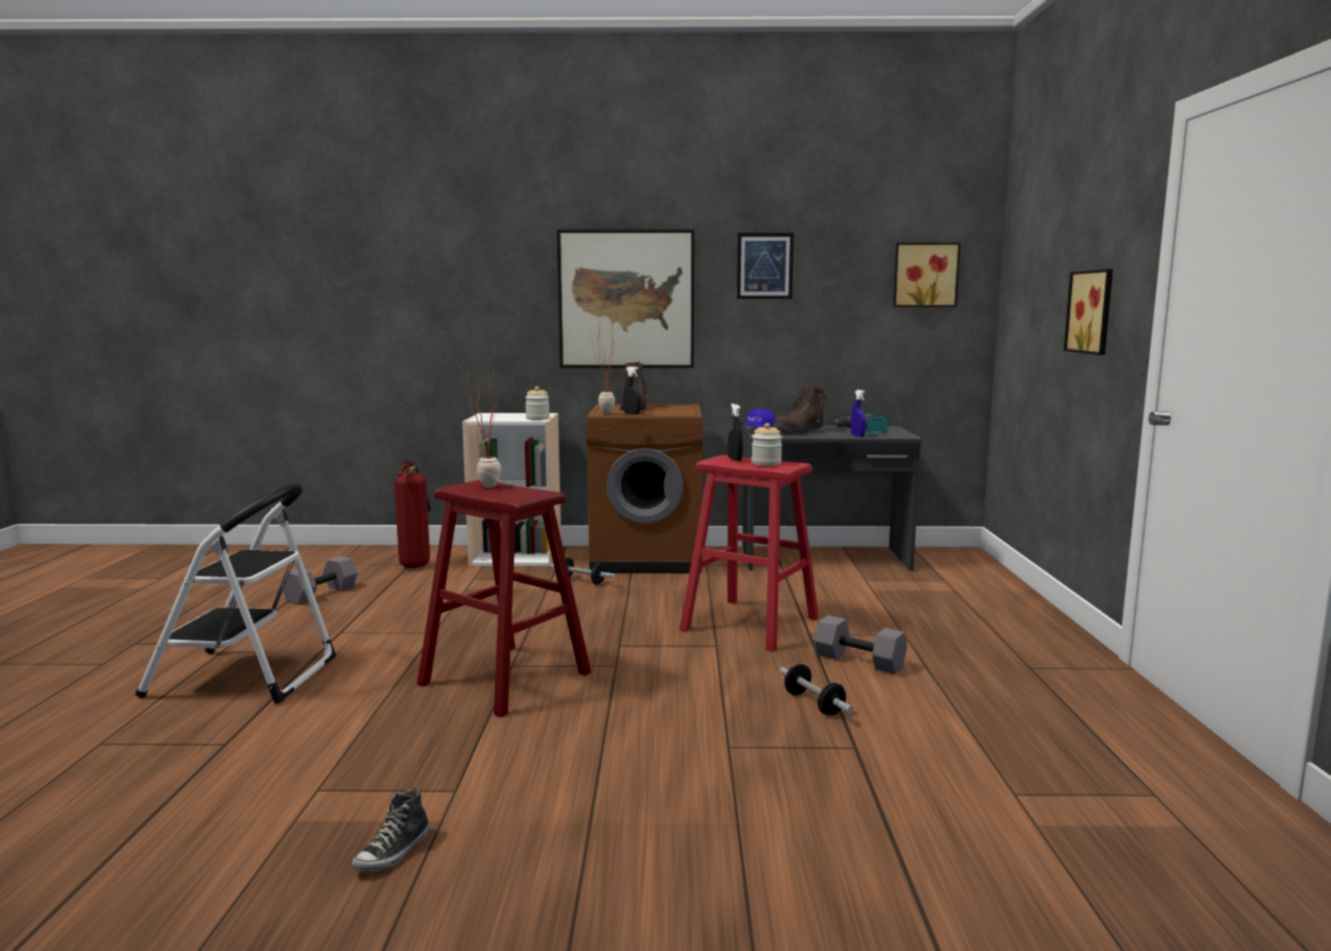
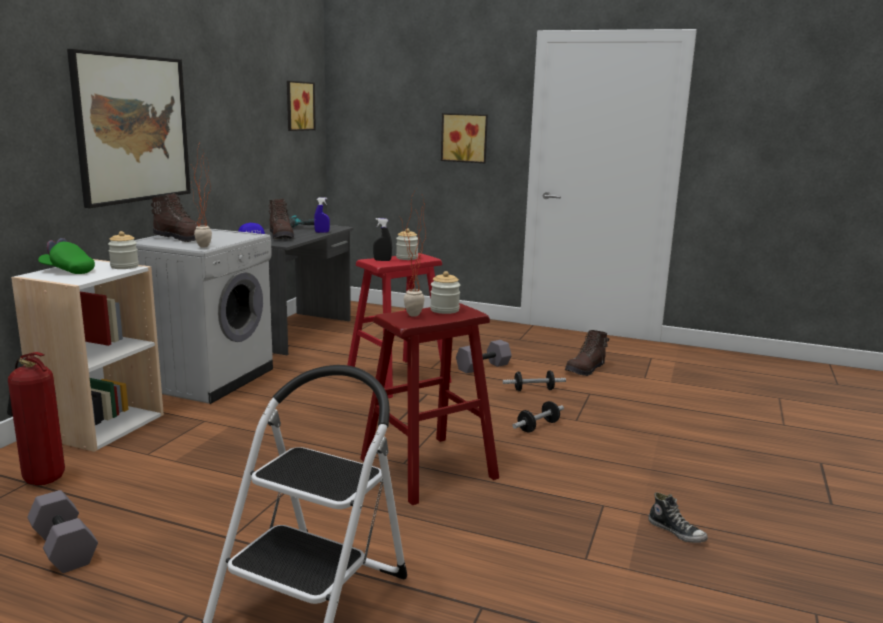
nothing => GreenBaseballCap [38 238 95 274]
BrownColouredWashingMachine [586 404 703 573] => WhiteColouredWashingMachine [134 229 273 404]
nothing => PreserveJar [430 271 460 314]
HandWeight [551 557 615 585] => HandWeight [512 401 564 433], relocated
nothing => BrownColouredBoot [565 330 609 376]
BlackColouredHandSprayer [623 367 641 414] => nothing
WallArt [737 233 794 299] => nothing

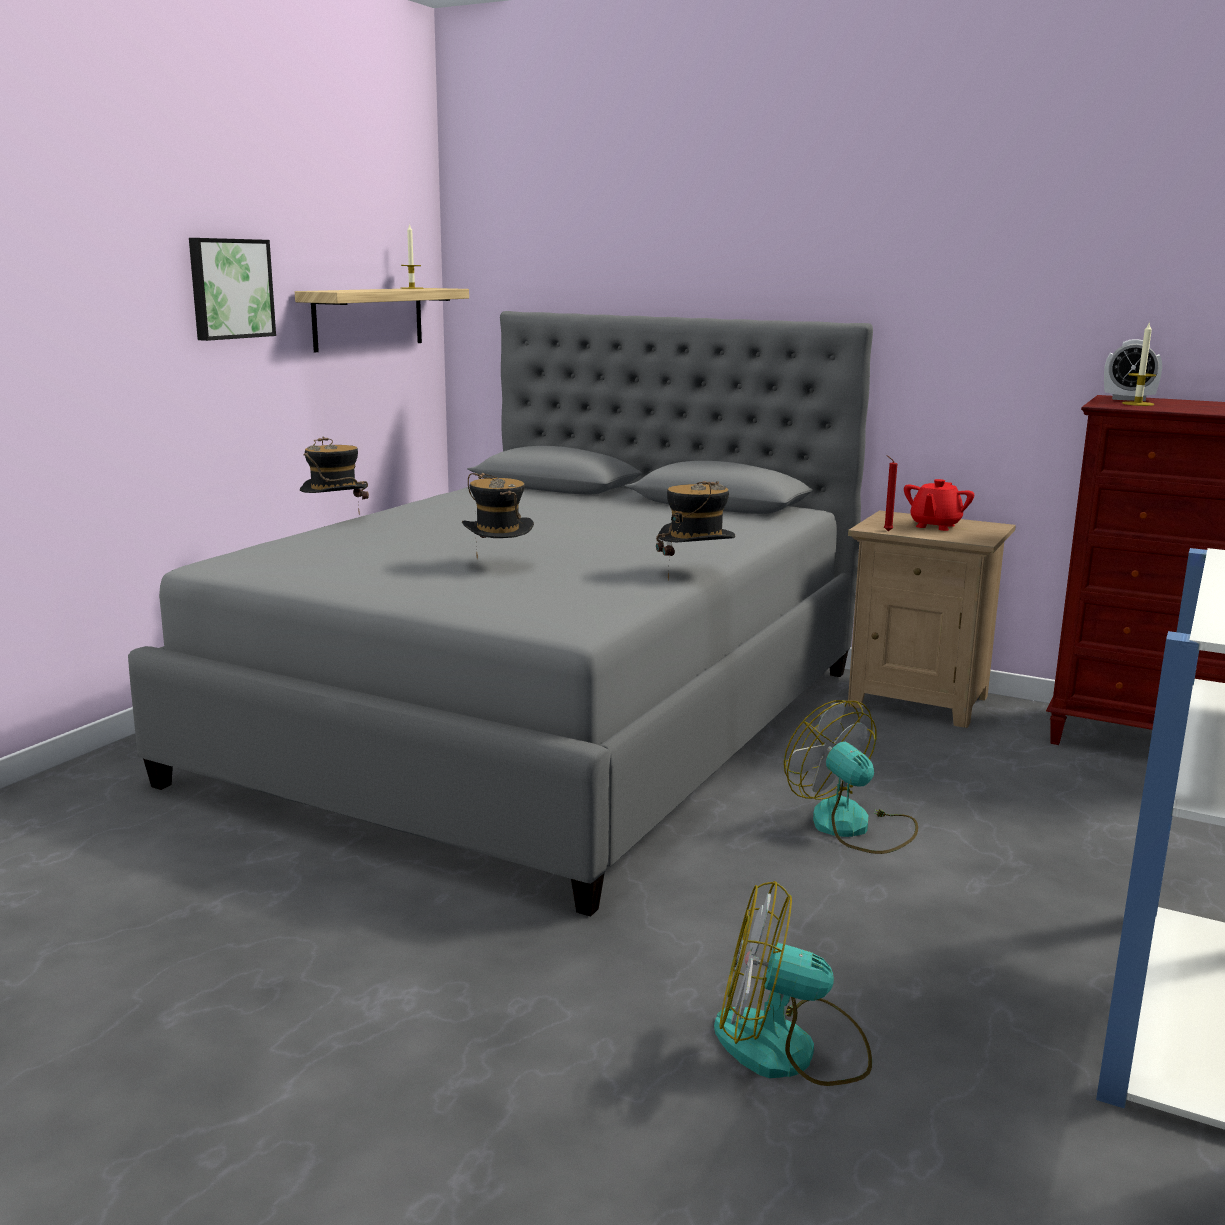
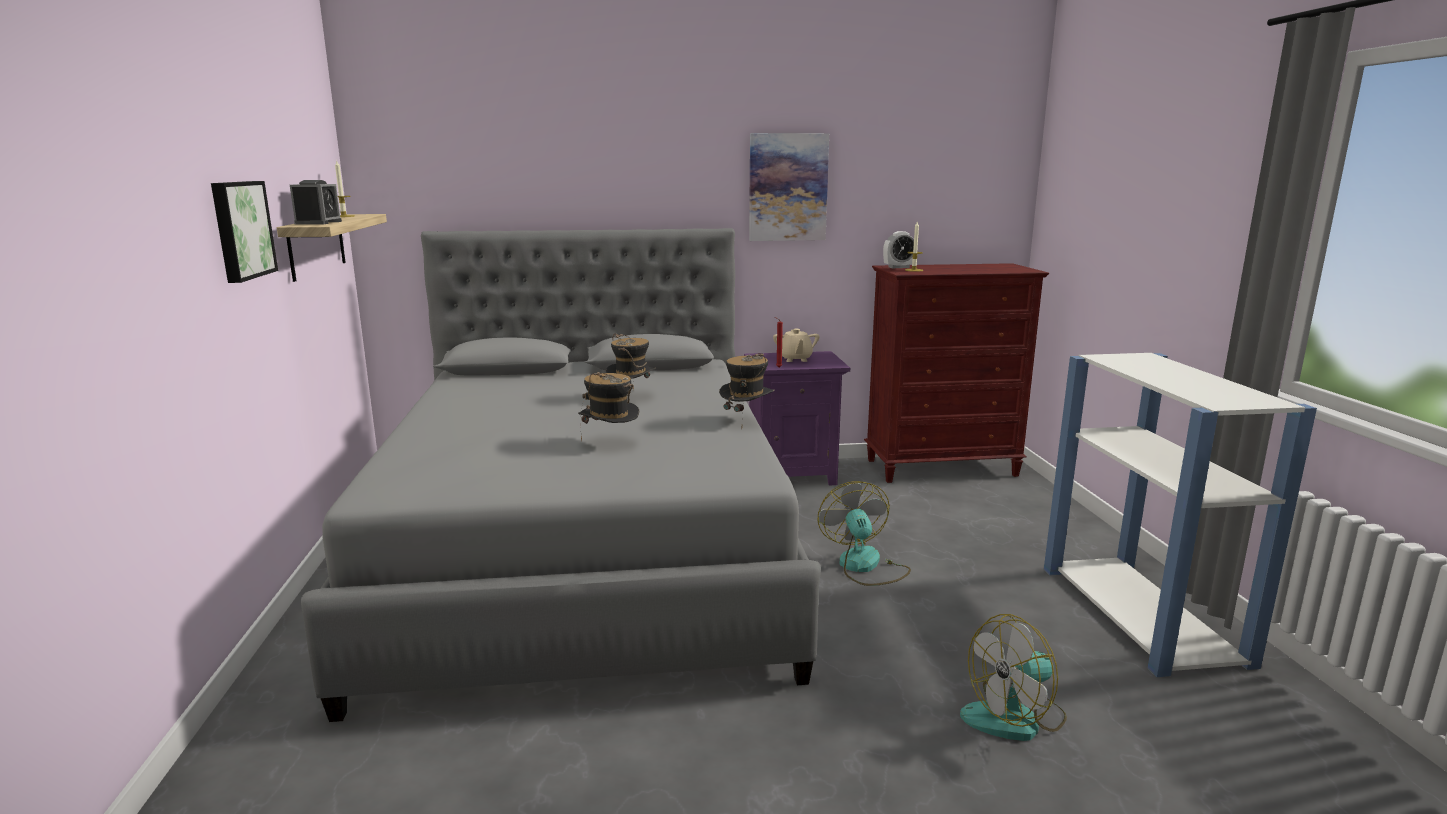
nothing => TableClock [290 180 342 225]
WearableHat [300 436 369 512] => WearableHat [606 333 656 389], relocated
BeigeNightTable [848 510 1016 728] => PurpleNightTable [744 351 850 485]
nothing => WallArt [749 133 829 241]
RedTeapot [904 479 974 531] => BeigeTeapot [773 329 820 362]
Fan [784 700 918 854] => Fan [818 481 911 586], 60 degrees clockwise

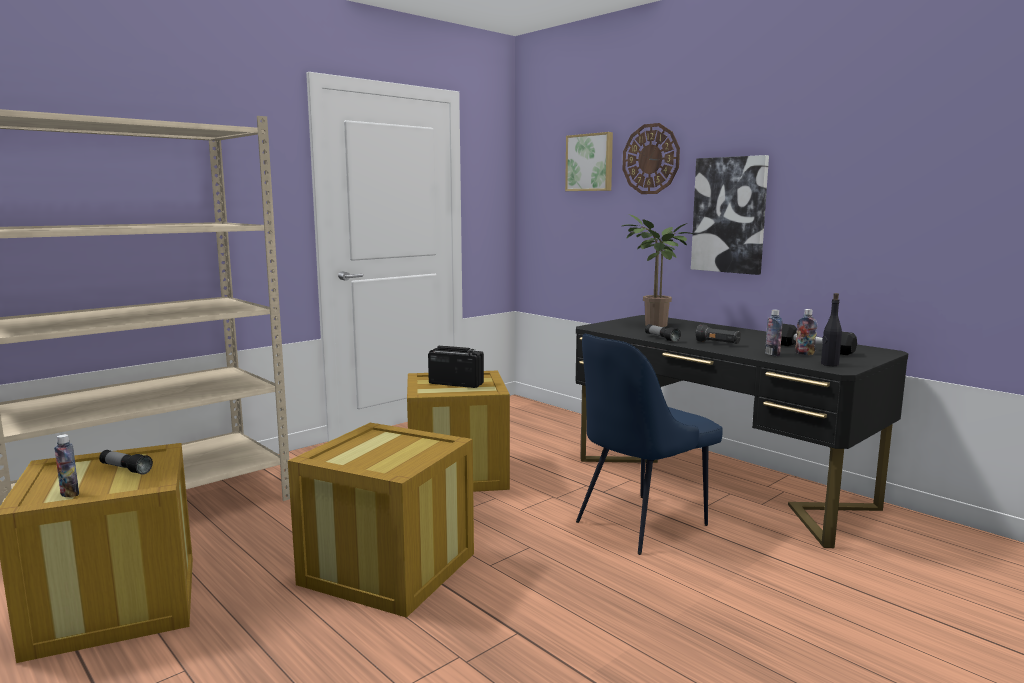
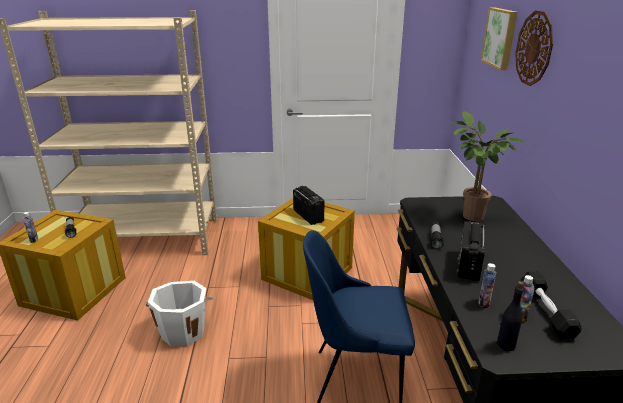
Crate [288 423 474 618] => WhiteColouredBucket [146 281 213 346]
BlackColouredTorch [695 324 741 344] => RadioSet [457 221 485 281]
WallArt [691 155 769 275] => nothing

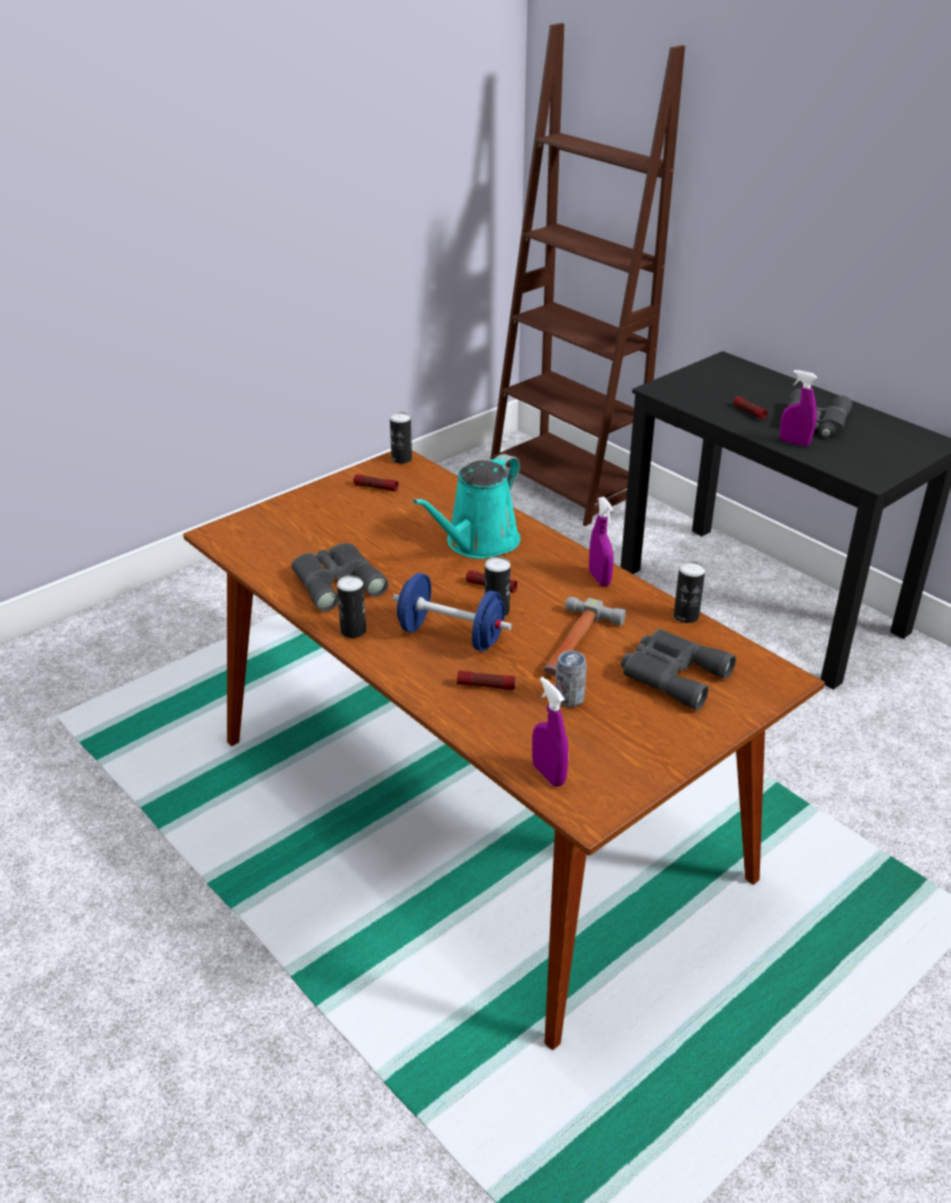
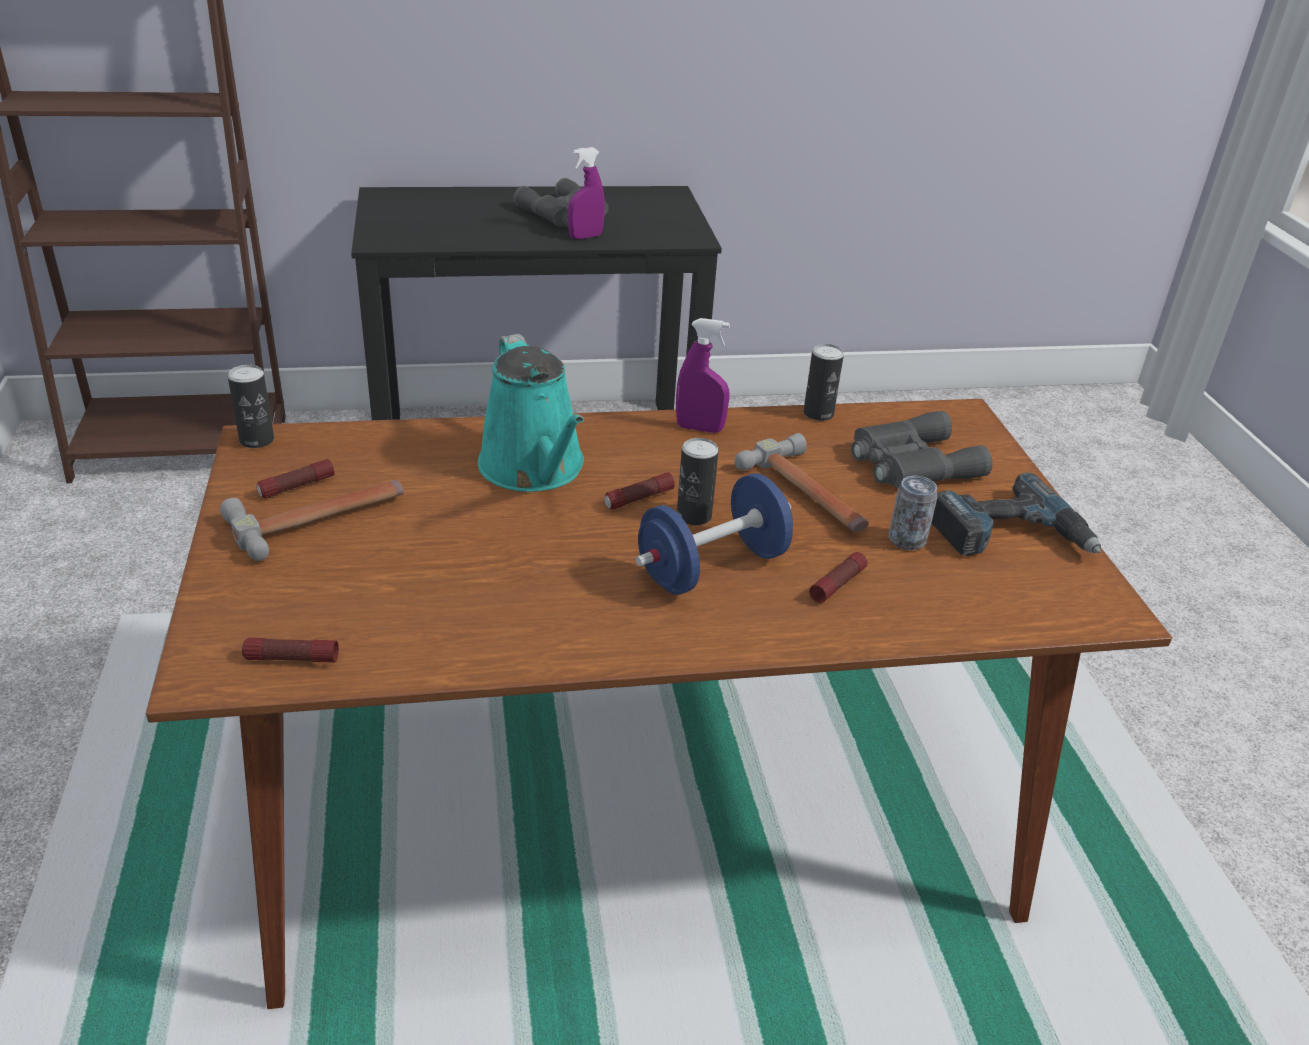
nothing => Hammer [220 480 404 561]
Torch [734 396 768 419] => Torch [242 638 339 663], relocated
nothing => Drill [932 472 1101 556]
GrayPairOfBinoculars [291 543 388 612] => nothing
SealedCan [337 575 366 638] => nothing
PurpleHandSprayer [532 677 568 787] => nothing

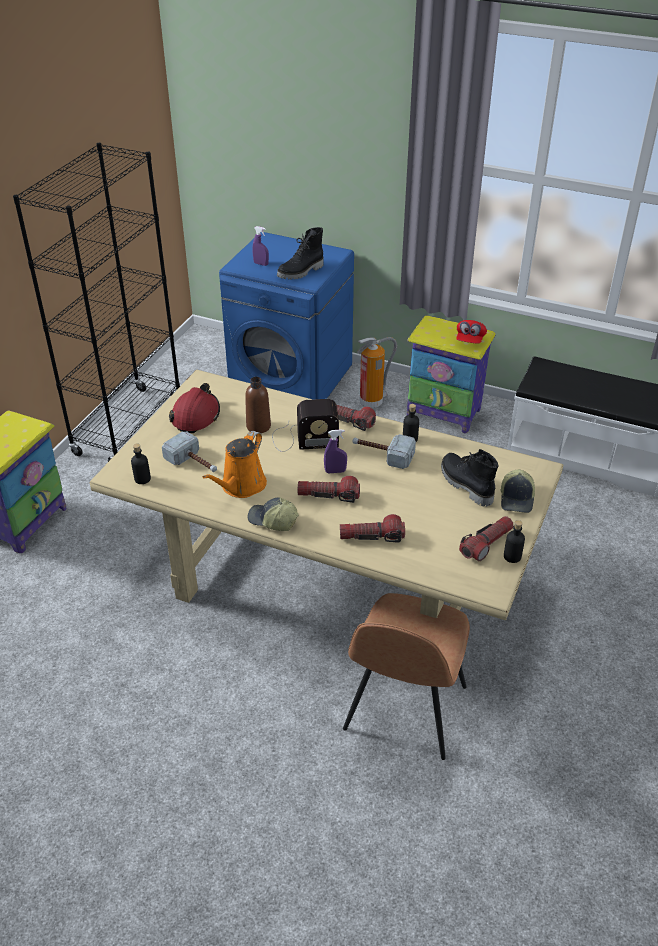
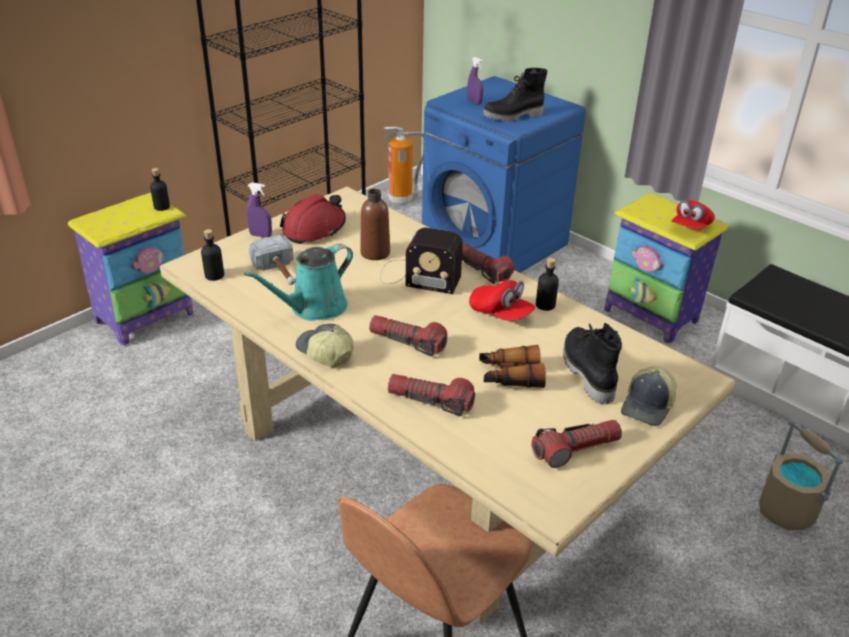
BlackColouredDrinkBottle [504 520 525 563] => BlackColouredDrinkBottle [150 168 170 211], relocated
OrangeWateringCan [202 431 267 498] => TurquoiseColouredWateringCan [244 244 353 321]
PurpleHandSprayer [324 429 347 473] => PurpleHandSprayer [247 183 272 238], relocated
Extinguisher [357 337 397 408] => Extinguisher [383 127 424 205], relocated
Hammer [352 434 416 469] => RedBaseballCap [469 280 535 321]
nothing => PairOfBinoculars [479 345 546 388]
nothing => BeigeBucket [759 419 843 530]

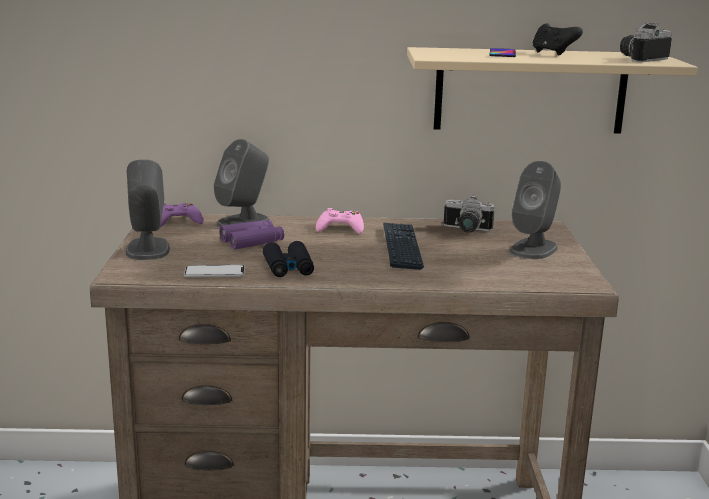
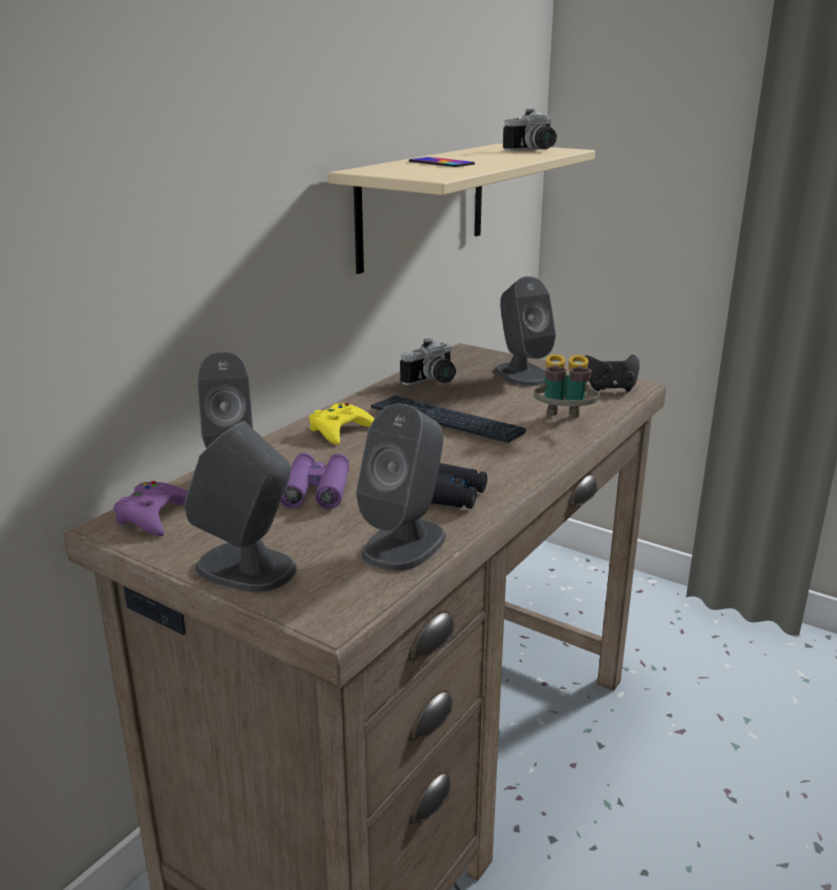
PinkishGameController [316 208 364 234] => YellowColouredGameController [309 403 374 445]
Handset [184 265 245 277] => GraySpeaker [356 404 446 571]
PhotoCamera [620 22 672 62] => PhotoCamera [503 109 557 151], 120 degrees counterclockwise
nothing => PairOfBinoculars [534 354 600 418]
BlackColouredGameController [533 23 583 56] => BlackColouredGameController [585 355 640 392], relocated

